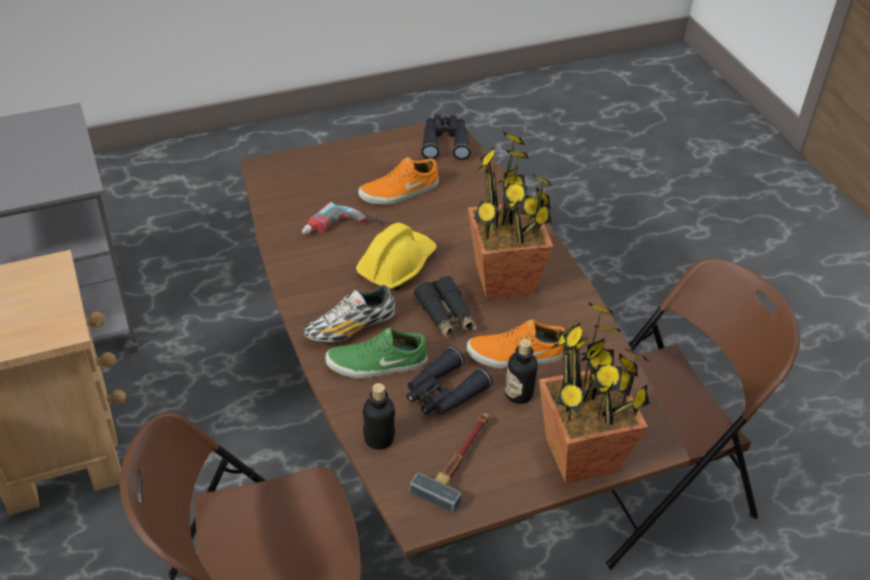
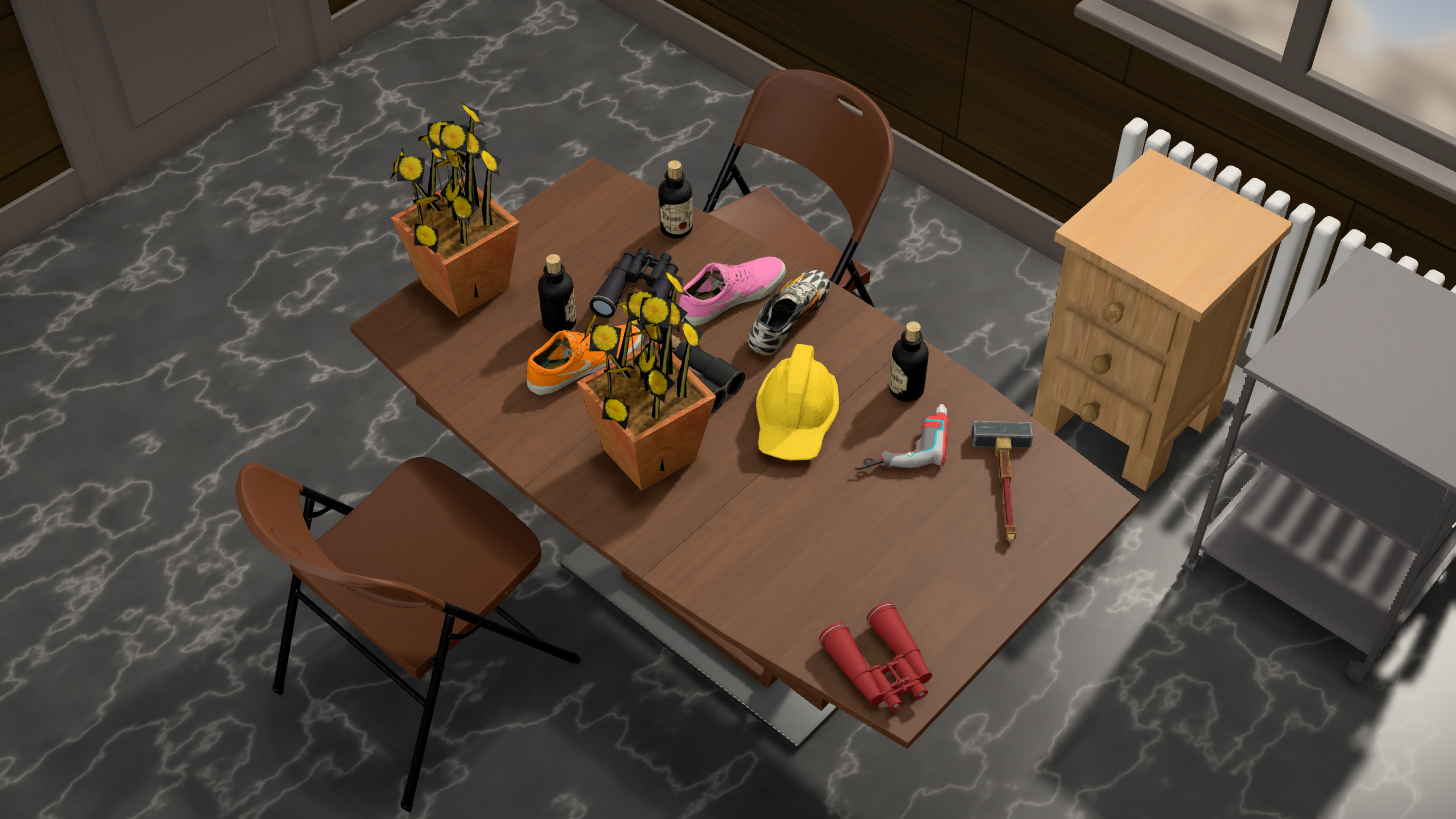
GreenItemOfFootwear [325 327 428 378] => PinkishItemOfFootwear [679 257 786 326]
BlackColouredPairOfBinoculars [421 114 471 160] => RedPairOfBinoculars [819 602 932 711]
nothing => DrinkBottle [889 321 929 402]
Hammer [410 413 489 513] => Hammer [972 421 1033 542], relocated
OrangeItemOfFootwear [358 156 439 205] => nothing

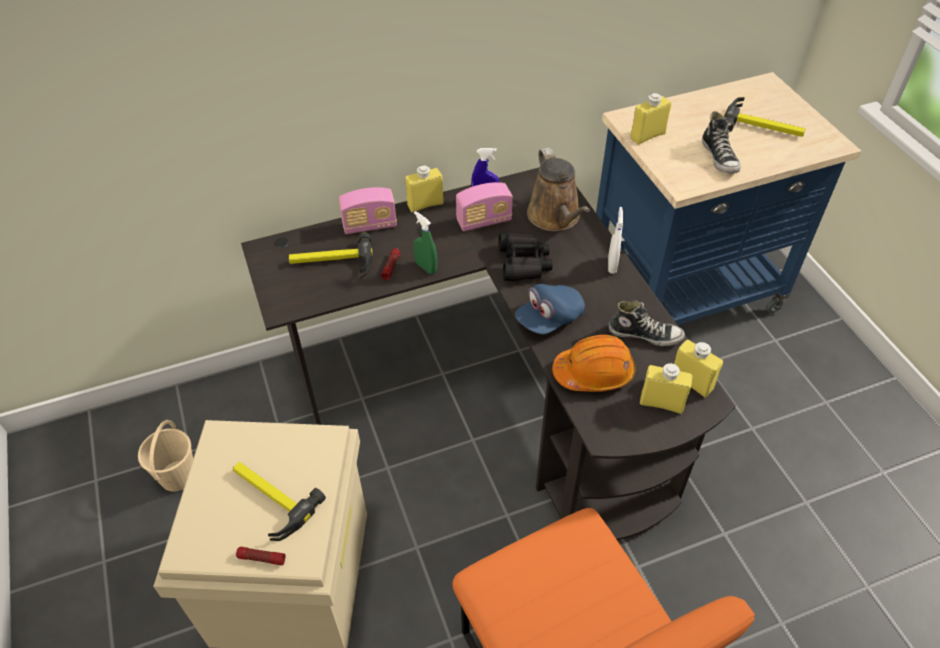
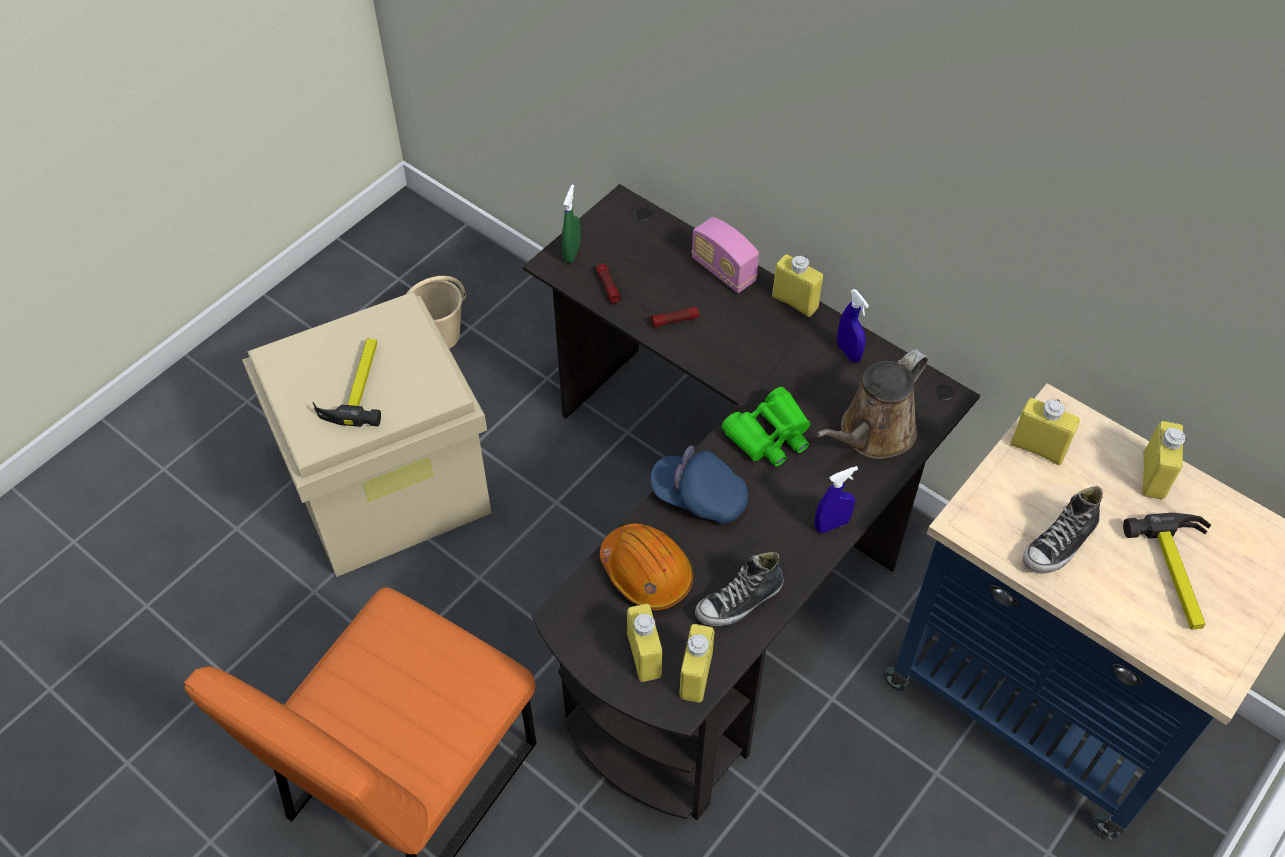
GreenHandSprayer [413 211 437 274] => GreenHandSprayer [562 185 581 263], relocated
Torch [236 547 285 565] => Torch [596 264 621 303], relocated
ItemOfFootwear [609 301 685 347] => ItemOfFootwear [695 552 784 626], 75 degrees clockwise
BlackColouredPairOfBinoculars [498 232 553 282] => GreenPairOfBinoculars [721 387 810 467]
WhiteColouredHandSprayer [608 207 623 274] => BlueColouredHandSprayer [815 466 858 533]
nothing => YellowColouredDrinkBottle [1142 421 1187 499]
Hammer [289 232 373 278] => nothing
RadioSet [456 182 513 231] => nothing

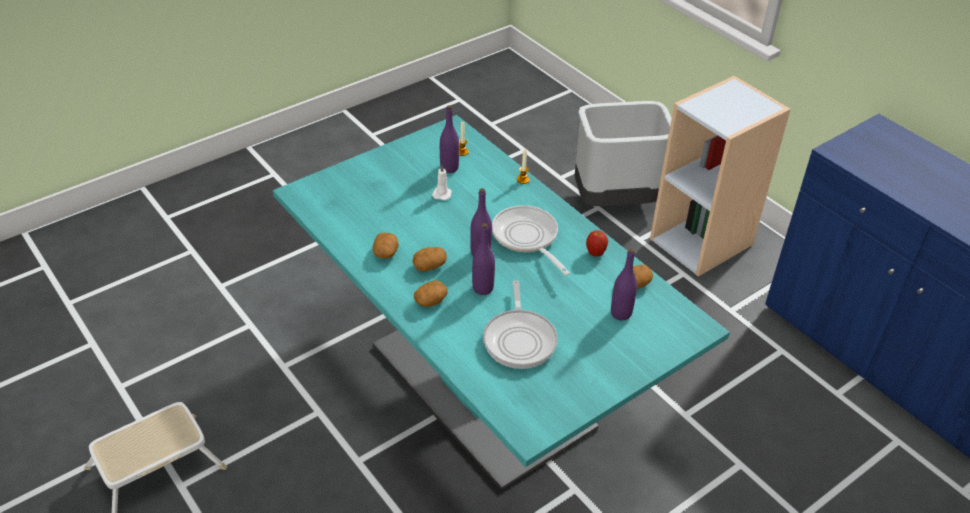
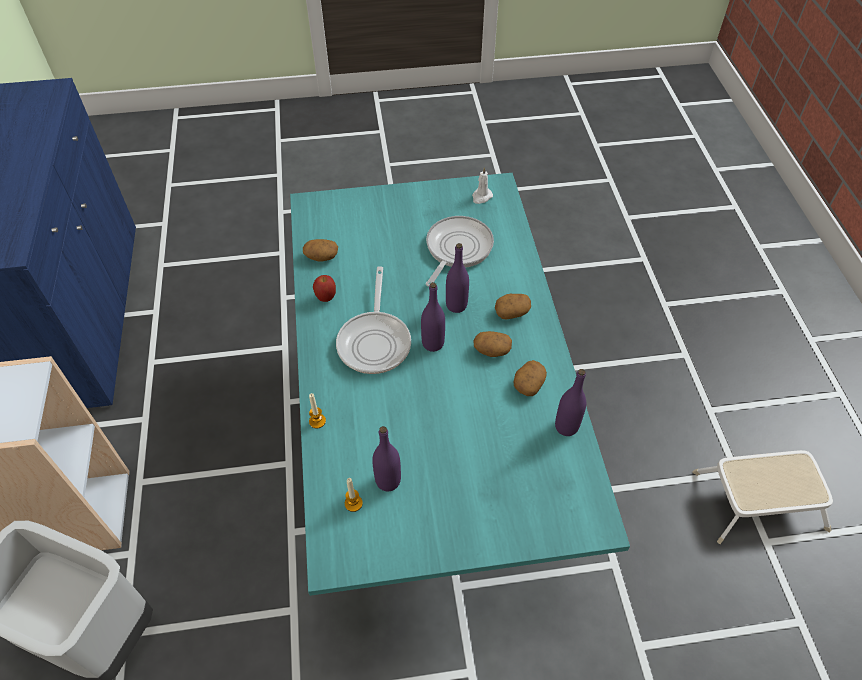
WhiteColouredWaxCandle [432 165 452 200] => WhiteColouredWaxCandle [472 167 493 204], relocated
PurpleDrinkBottle [611 248 637 320] => PurpleDrinkBottle [555 369 586 436], relocated

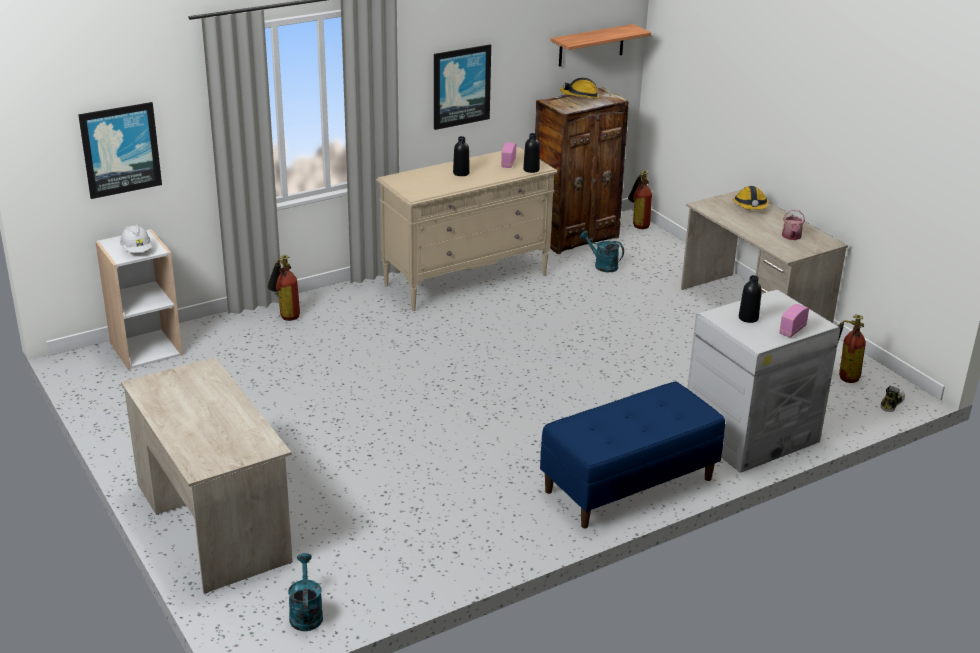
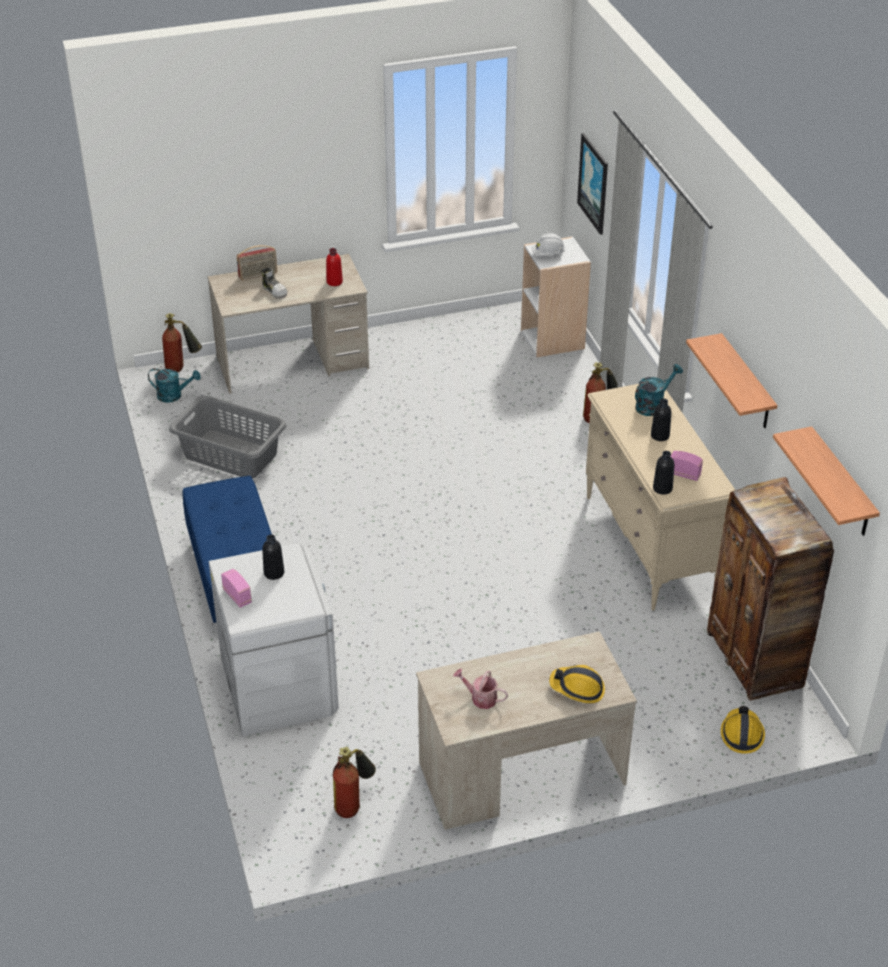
Extinguisher [628 171 652 229] => Extinguisher [162 313 202 372], relocated
nothing => GrayWashingBasket [169 396 287 479]
nothing => RadioSet [237 245 277 280]
ItemOfFootwear [881 386 905 412] => ItemOfFootwear [261 268 287 299], relocated
nothing => RedDrinkBottle [326 248 343 286]
TurquoiseColouredWateringCan [580 231 624 272] => TurquoiseColouredWateringCan [635 364 683 416], relocated
WallArt [434 44 491 130] => Shelf [686 333 777 428]
WorkHelmet [560 77 599 99] => WorkHelmet [721 706 765 754], relocated

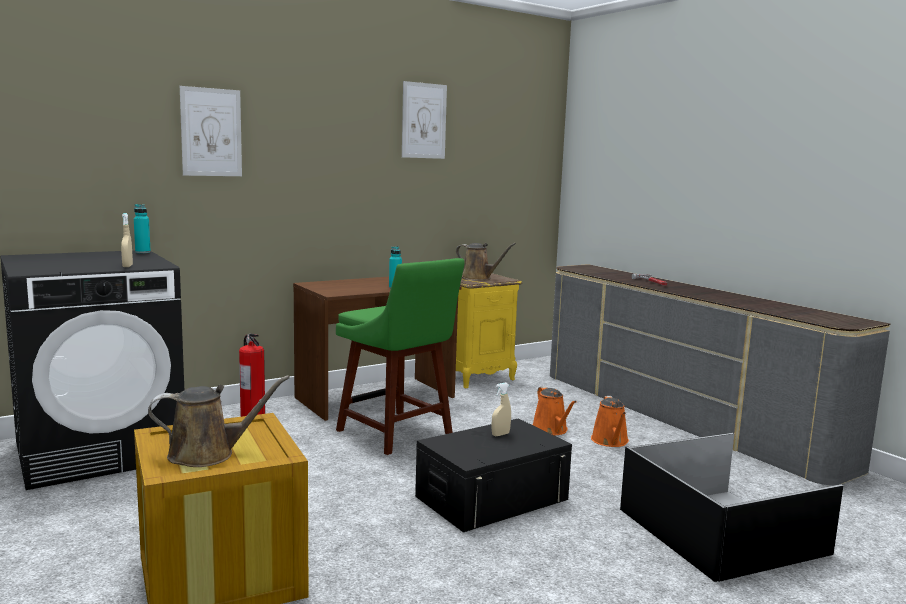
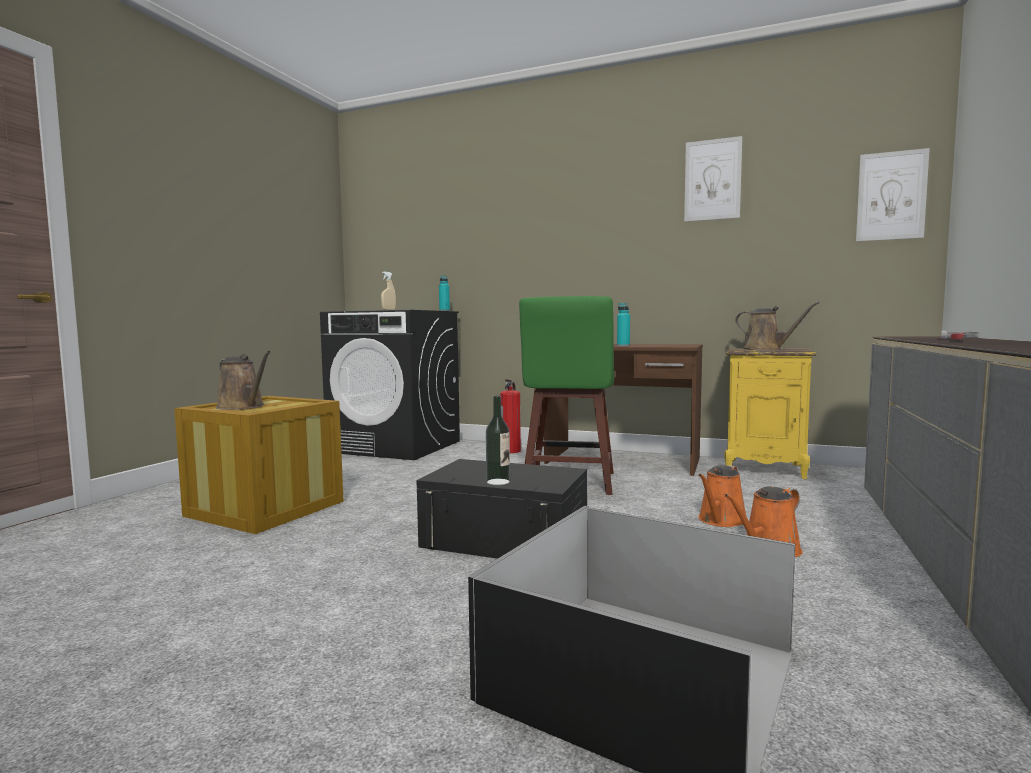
nothing => DrinkBottle [486 396 510 485]
BrownColouredWateringCan [456 243 516 280] => BrownColouredWateringCan [735 301 820 350], 45 degrees counterclockwise
WallArt [180 86 242 176] => WallArt [856 148 930 241], relocated
BeigeHandSprayer [492 382 511 436] => nothing

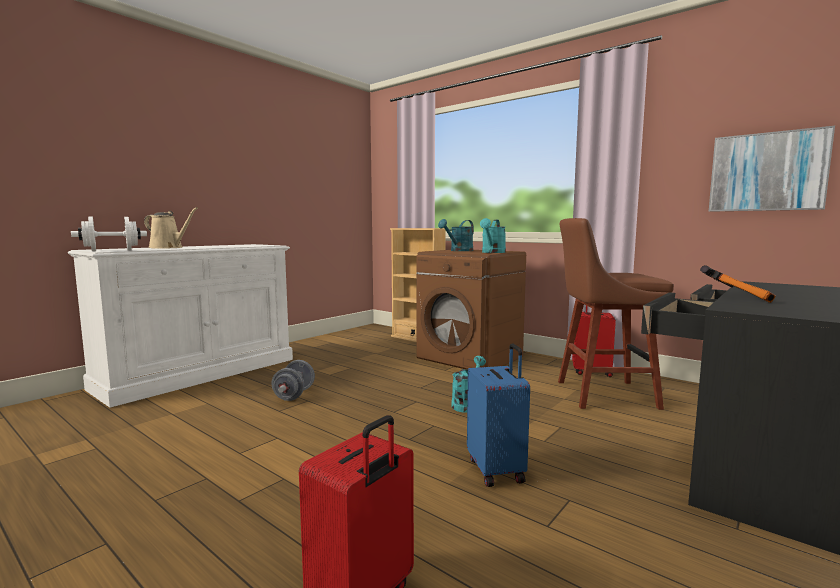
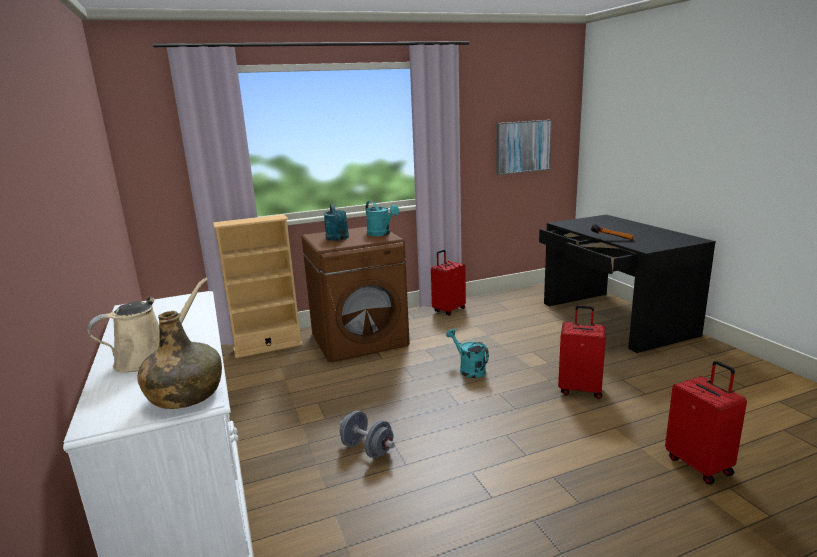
WhiteColouredHandWeight [71 216 147 251] => GreenDrinkBottle [137 311 222 409]
BlueColouredPieceOfLuggage [467 343 530 487] => RedPieceOfLuggage [558 305 606 399]
BrownColouredStoolSeat [558 218 674 410] => nothing

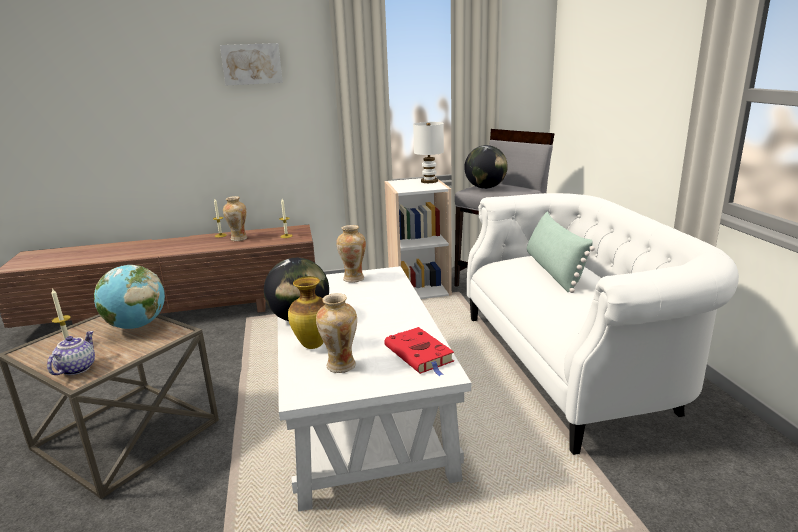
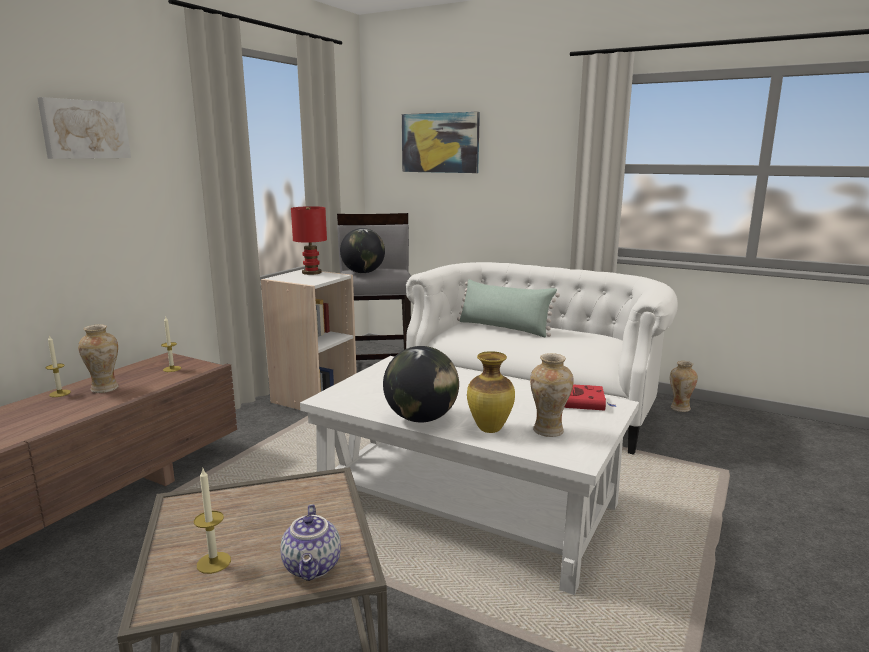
Teapot [47 331 95 375] => Teapot [280 504 341 581], 150 degrees counterclockwise
WhiteColouredLampForATable [413 122 444 183] => RedLampForATable [291 206 327 275]
nothing => WallArt [402 112 480 173]
Vase [336 225 366 283] => Vase [670 361 698 412], relocated
WorldGlobe [94 265 165 329] => nothing

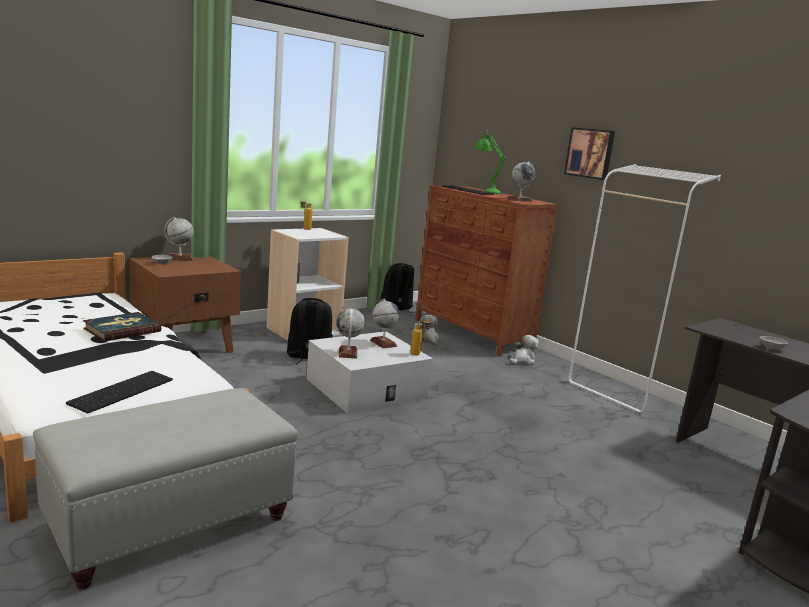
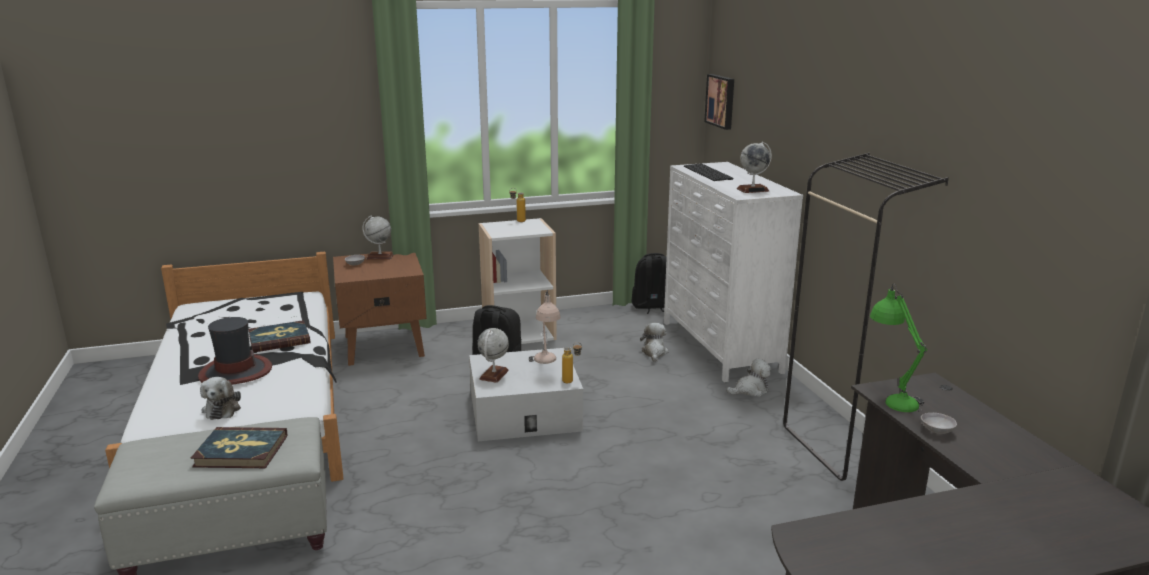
nothing => Volume [191 427 287 468]
nothing => WearableHat [198 317 272 385]
PcKeyboard [66 371 173 413] => PlushToy [200 377 241 420]
WorldGlobe [370 299 400 348] => BeigeLampForATable [529 290 560 364]
BrownColouredDresser [416 186 558 357] => WhiteColouredDresser [664 162 803 382]
WallArt [564 127 615 180] => WallArt [704 74 734 130], relocated
WhiteColouredClothesRack [569 164 721 413] => BlackColouredClothesRack [783 153 949 481]
GreenLampForATable [475 130 506 194] => GreenLampForATable [870 284 927 412], relocated

